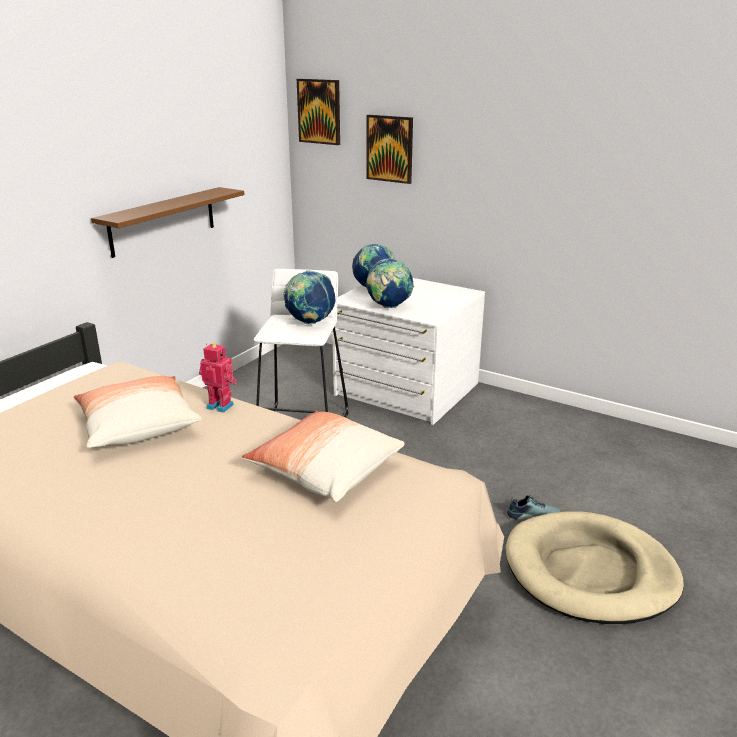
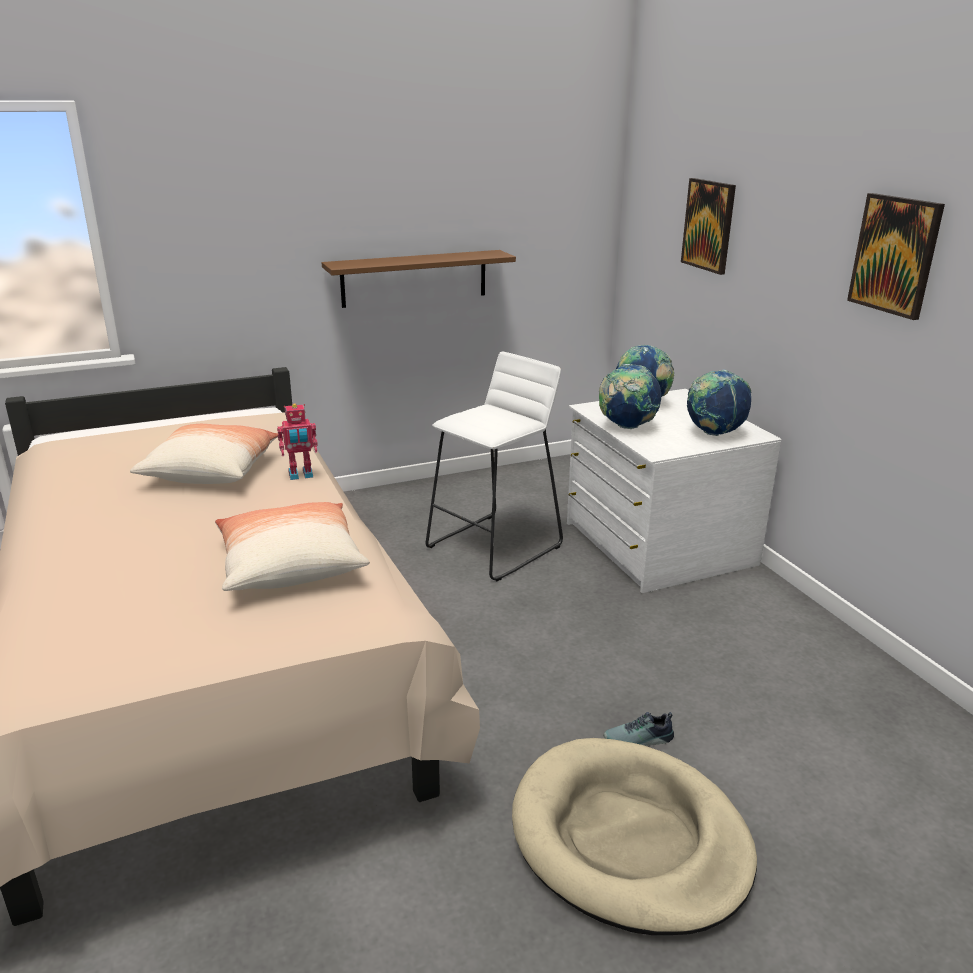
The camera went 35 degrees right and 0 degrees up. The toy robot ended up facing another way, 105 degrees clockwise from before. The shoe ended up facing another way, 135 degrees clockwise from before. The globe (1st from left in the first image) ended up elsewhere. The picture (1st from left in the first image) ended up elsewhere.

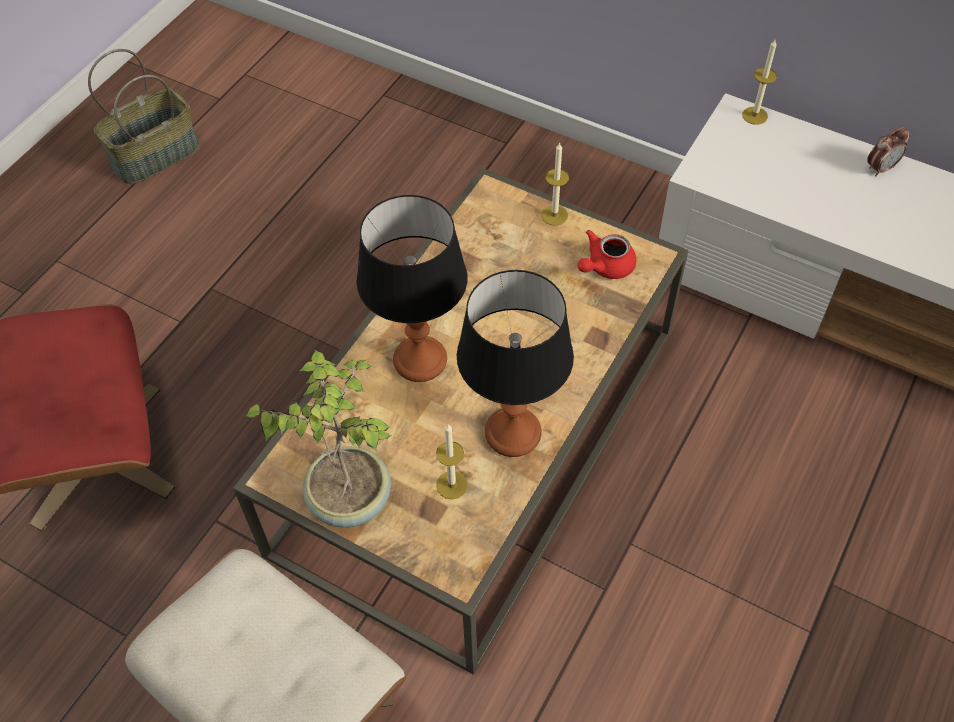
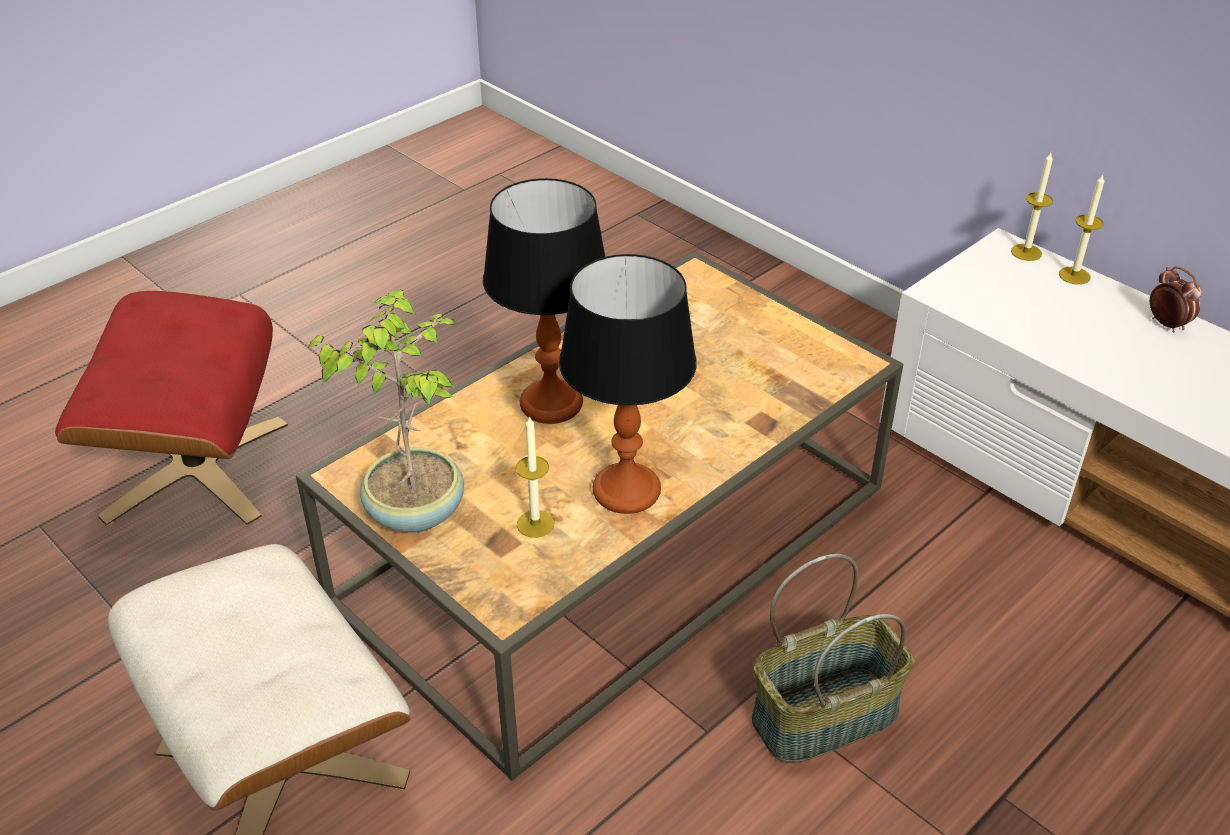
The camera went 15 degrees right and 15 degrees down. The basket ended up elsewhere. The candle (2nd from left in the first image) ended up elsewhere. The alarm clock ended up facing another way, 105 degrees counterclockwise from before. The second view lost the red teapot.

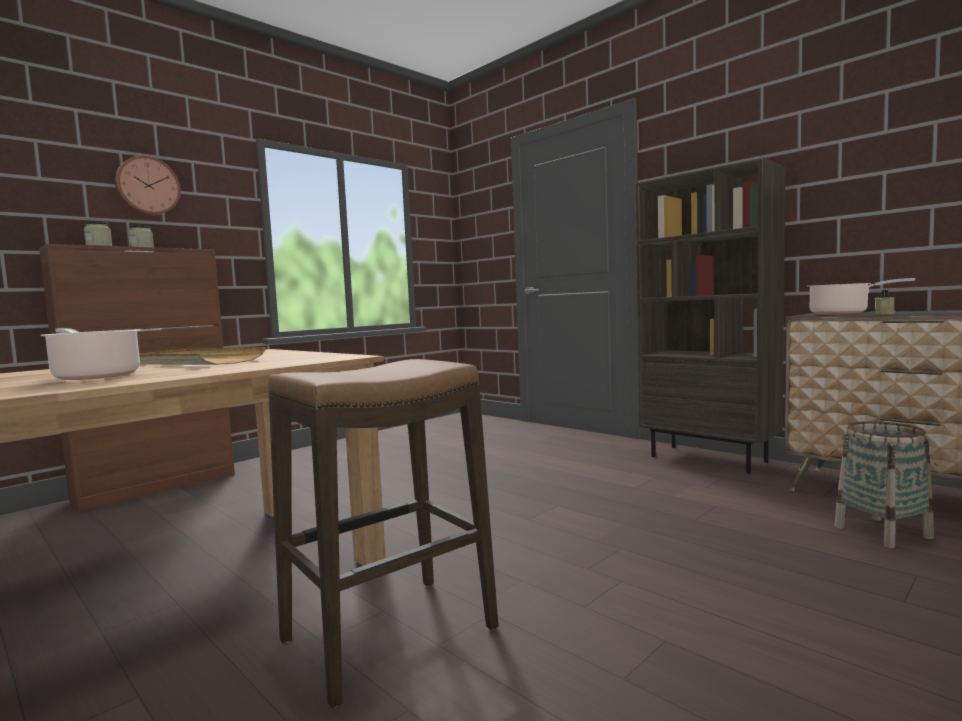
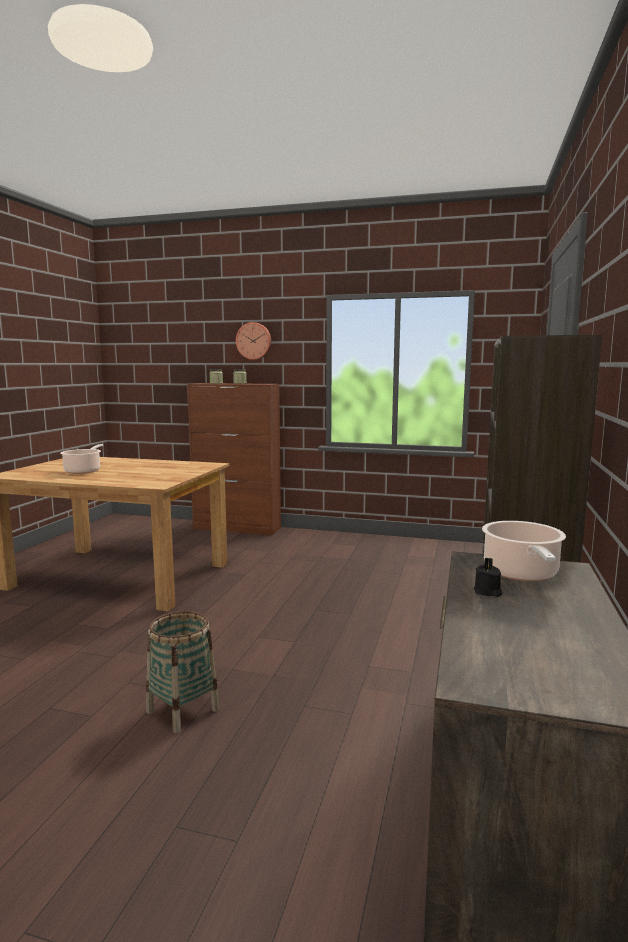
The camera went 60 degrees right and 5 degrees up. The basket ended up elsewhere. What was the beige candle turned into the black candle. The second view lost the beige tray. The second view lost the stool.

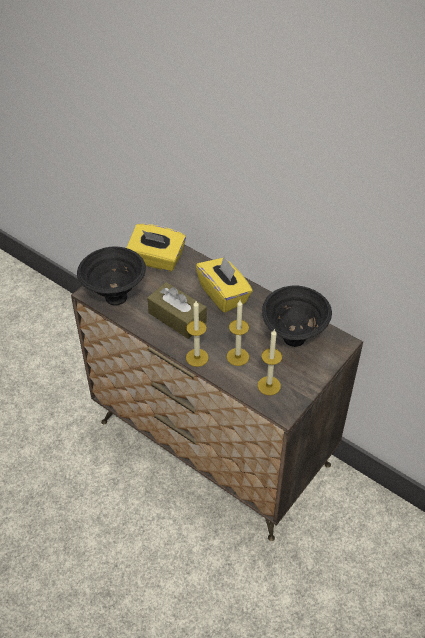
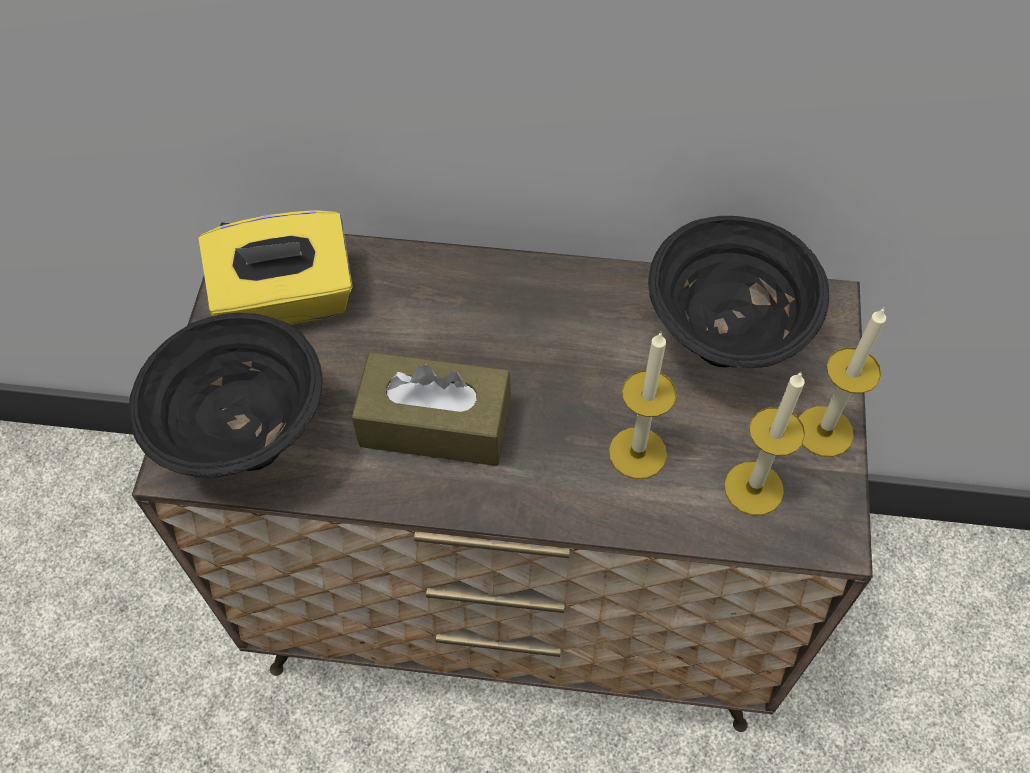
The camera went 30 degrees left and 10 degrees up. The candle (1st from left in the first image) ended up elsewhere. The second view lost the yellow tissue box (2nd from left).

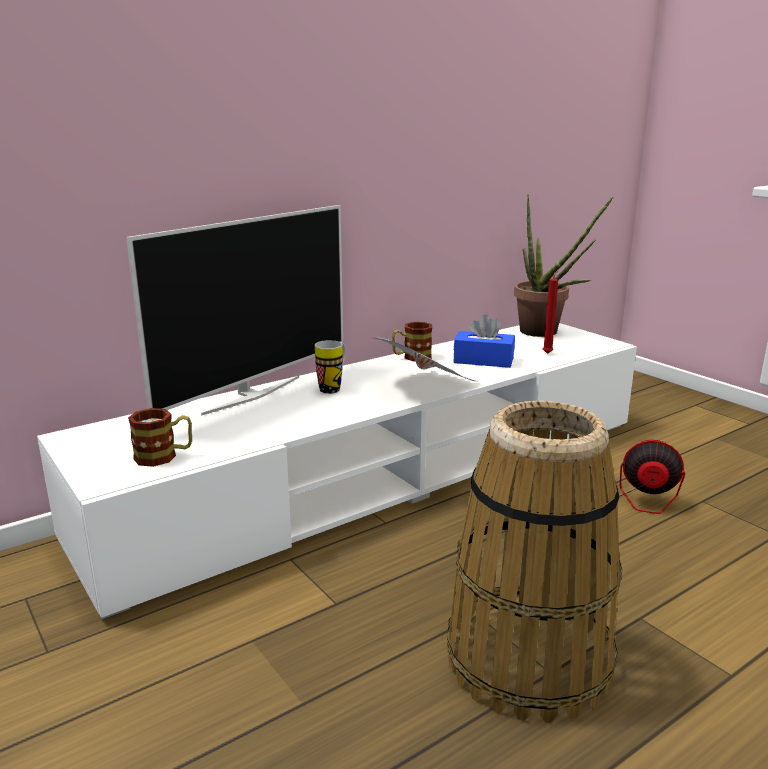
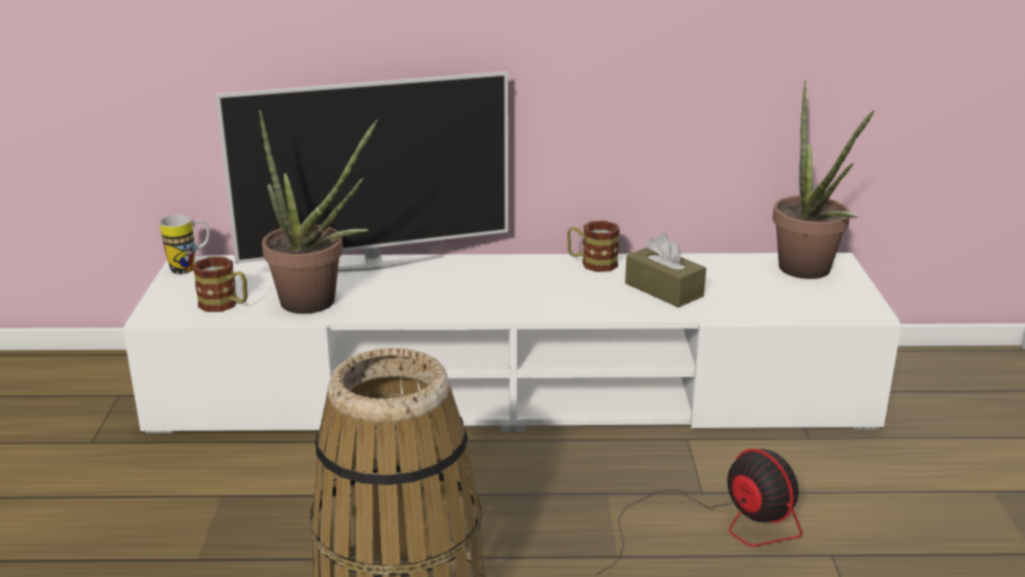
The camera went 35 degrees right and 5 degrees up. The mug (2nd from left in the first image) ended up elsewhere. The second view gained the potted plant (1st from left). What was the blue tissue box turned into the brown tissue box. The second view lost the newspaper. The second view lost the red candle.

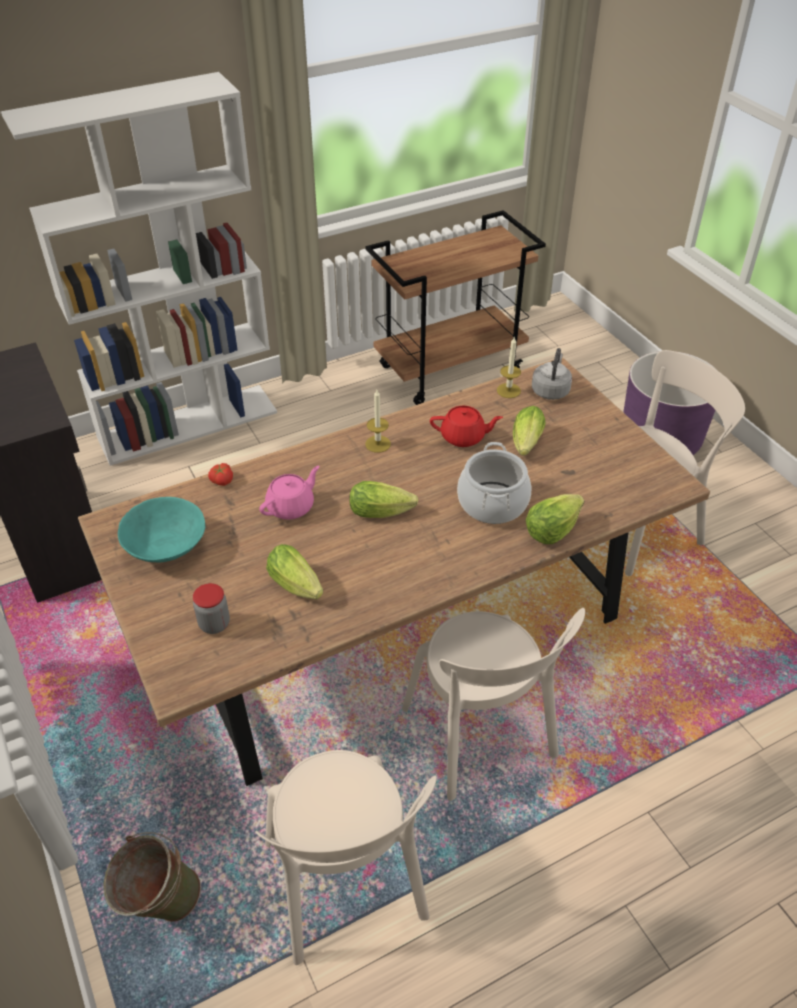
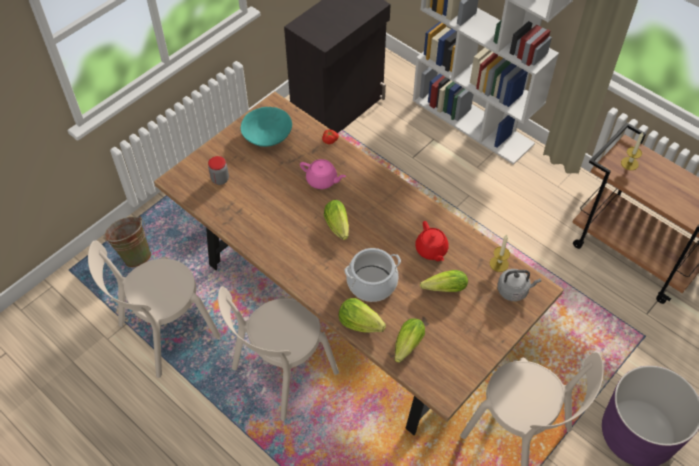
The camera went 70 degrees right and 10 degrees up. The lettuce (1st from left in the first image) ended up elsewhere. The candle (1st from left in the first image) ended up elsewhere.

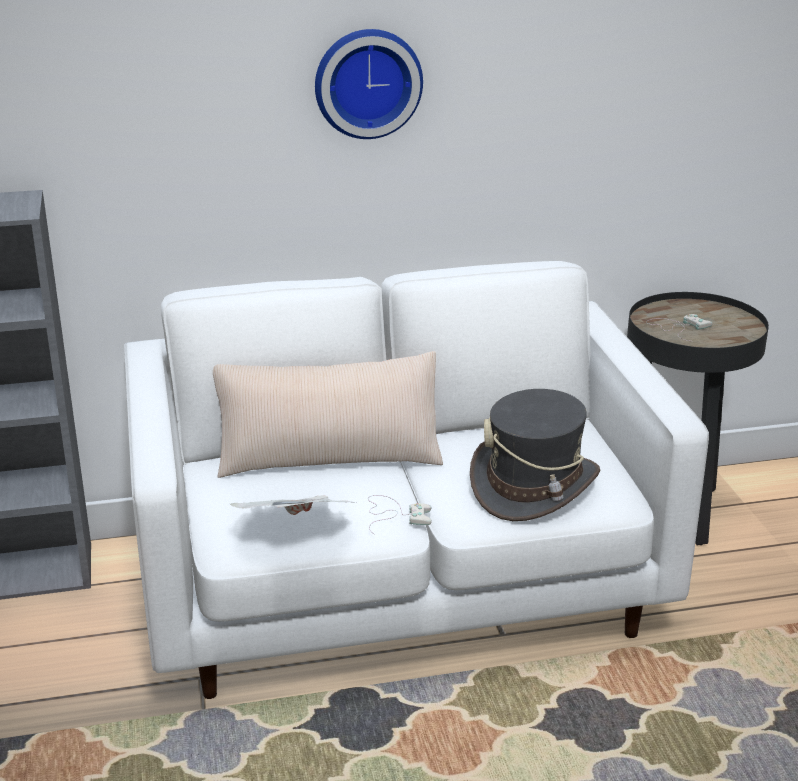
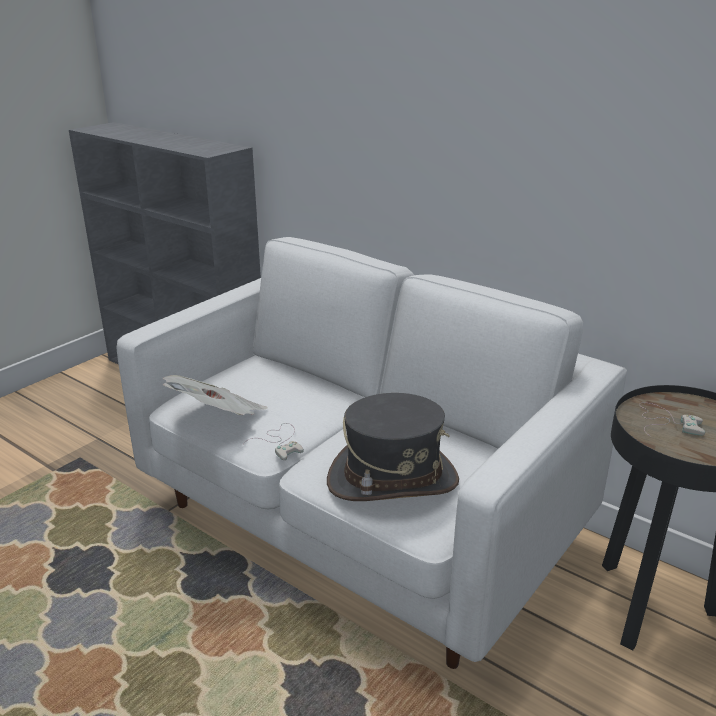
The camera went 50 degrees right and 0 degrees up. The second view lost the beige pillow. The second view lost the wall clock.

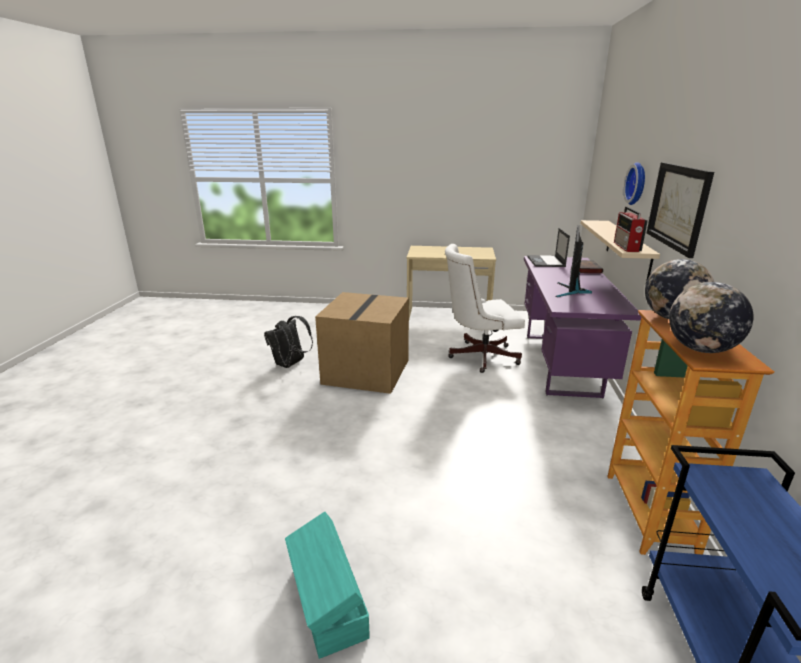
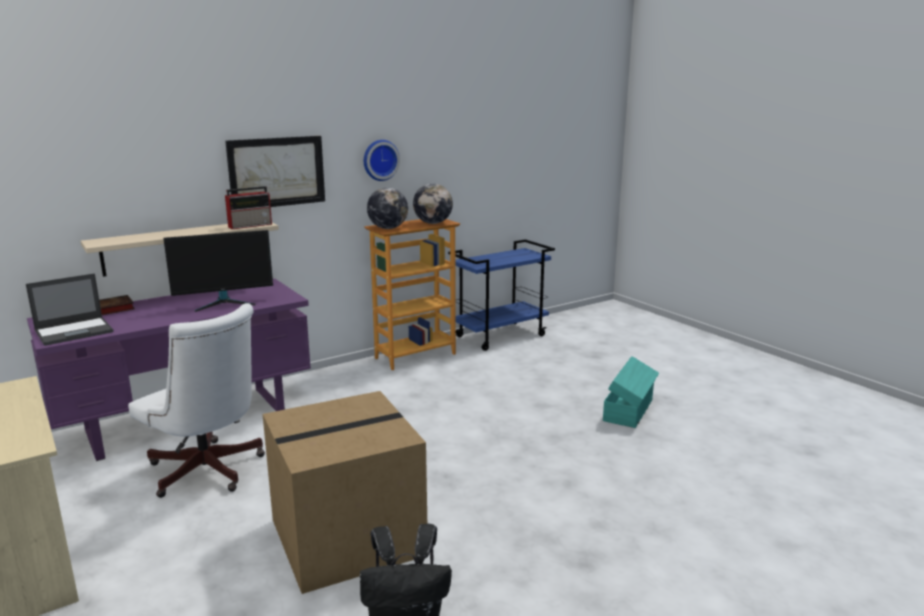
The camera went 130 degrees left and 5 degrees down. The wall clock ended up elsewhere.

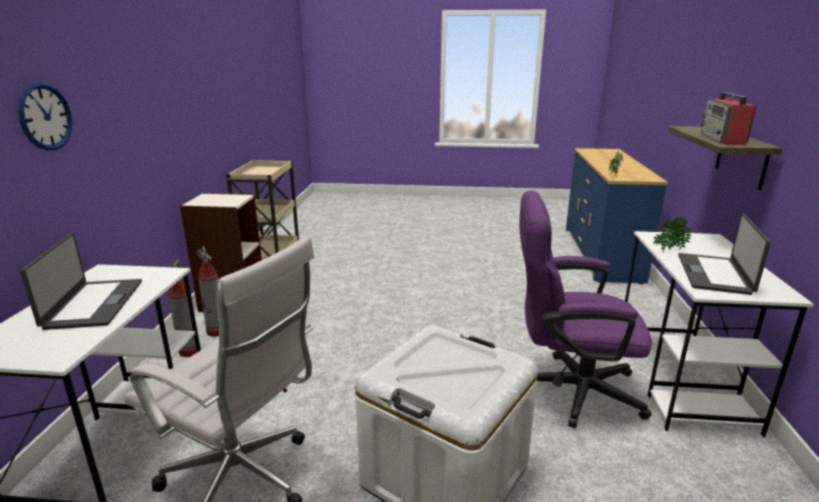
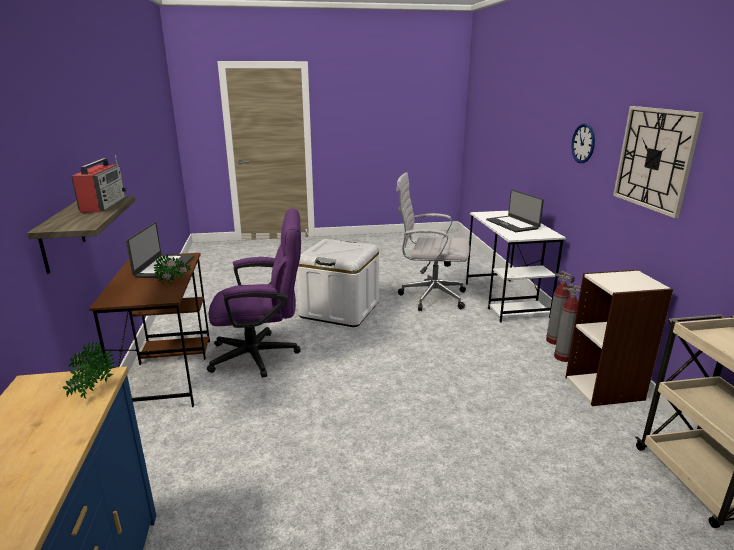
The camera went 165 degrees right and 0 degrees up. What was the white desk (2nd from left) turned into the brown desk. The second view gained the wall clock (2nd from left).

